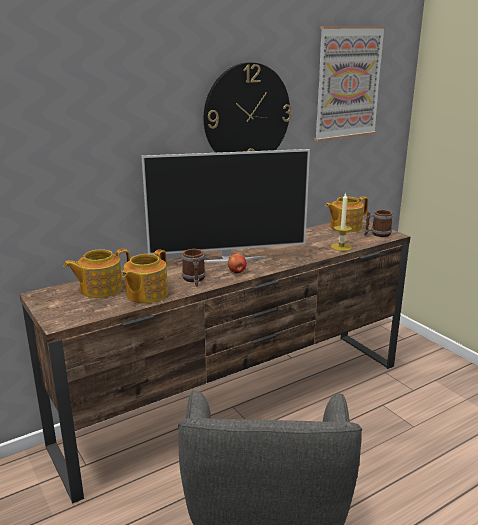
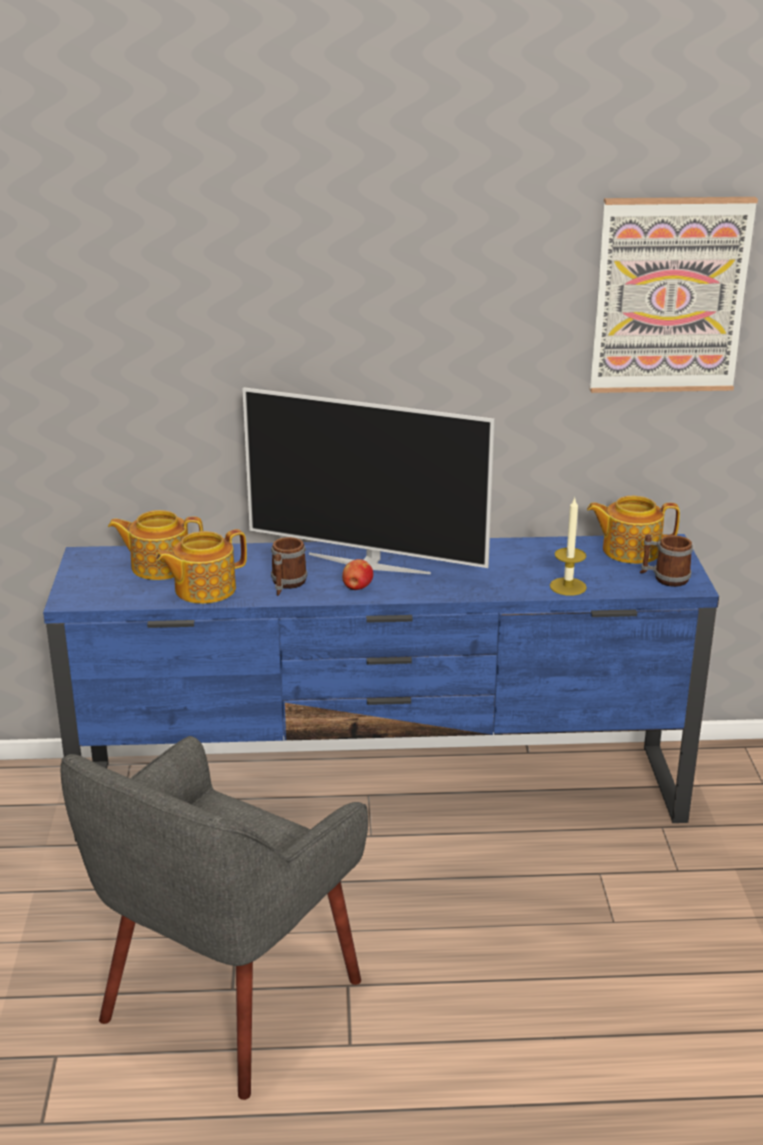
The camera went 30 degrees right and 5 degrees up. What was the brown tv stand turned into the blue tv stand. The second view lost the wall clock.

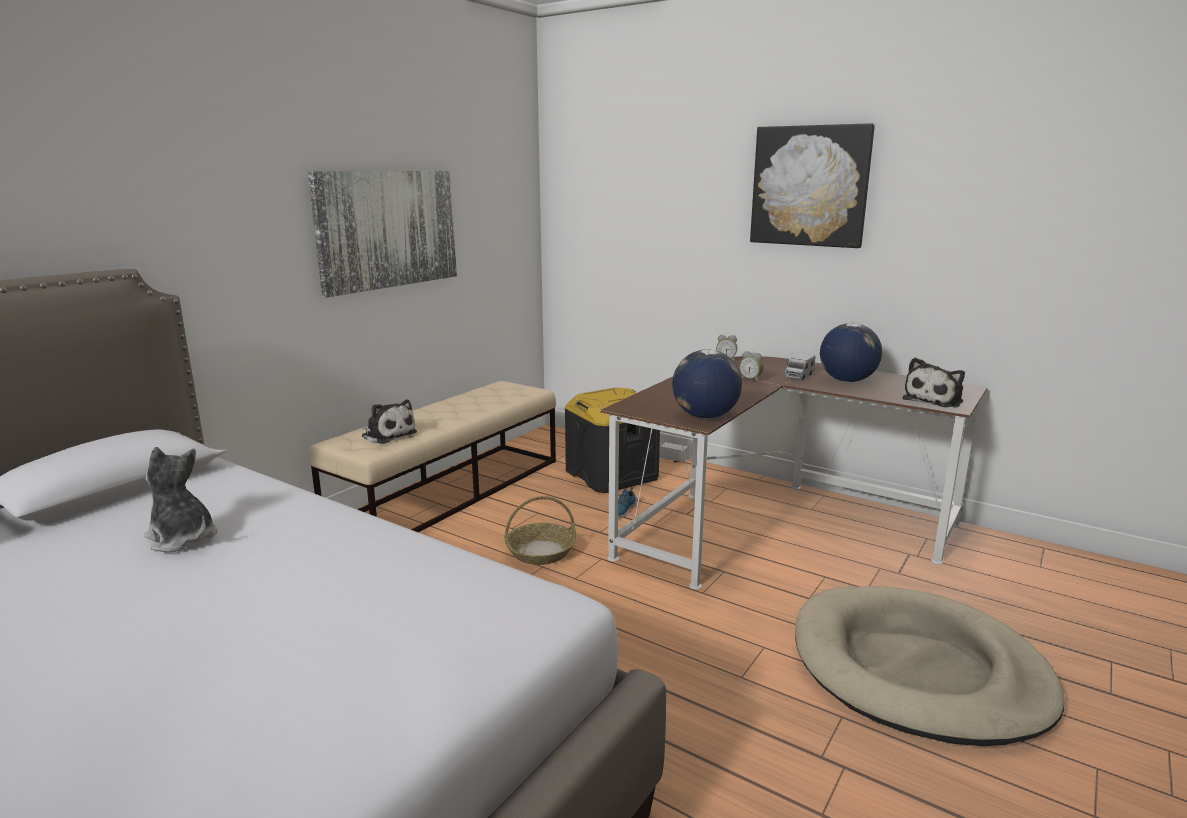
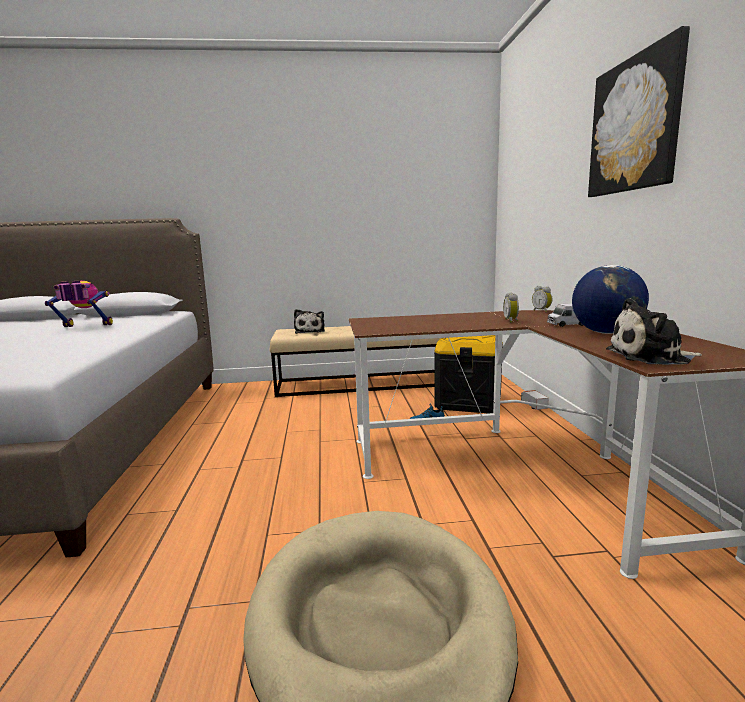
The camera went 50 degrees right and 5 degrees down. Where the plush toy (1st from left) stood, the toy robot came to stand. The second view lost the picture (1st from left). The second view lost the basket. The second view lost the globe (1st from left).

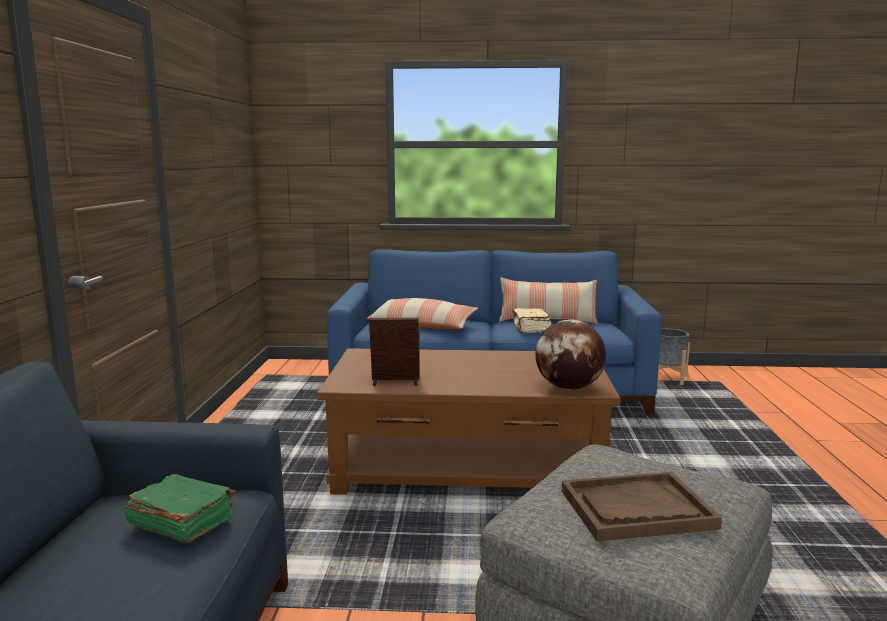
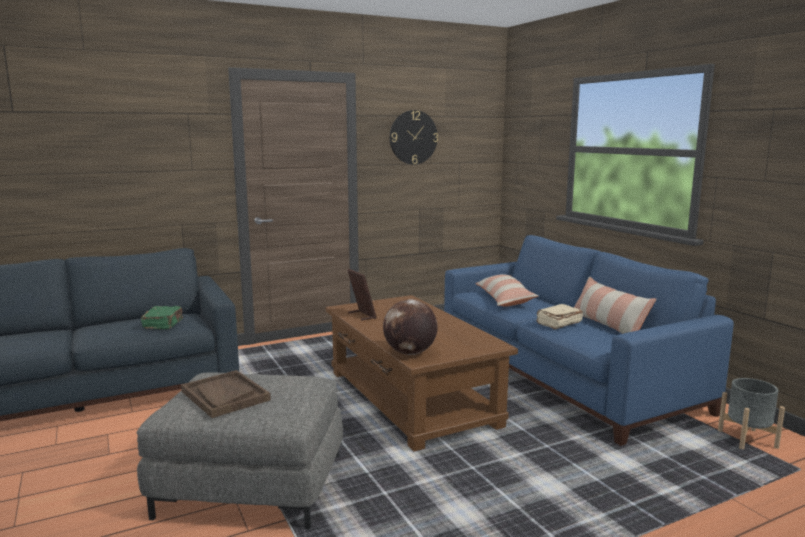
The camera went 60 degrees right and 0 degrees up. The second view gained the wall clock.

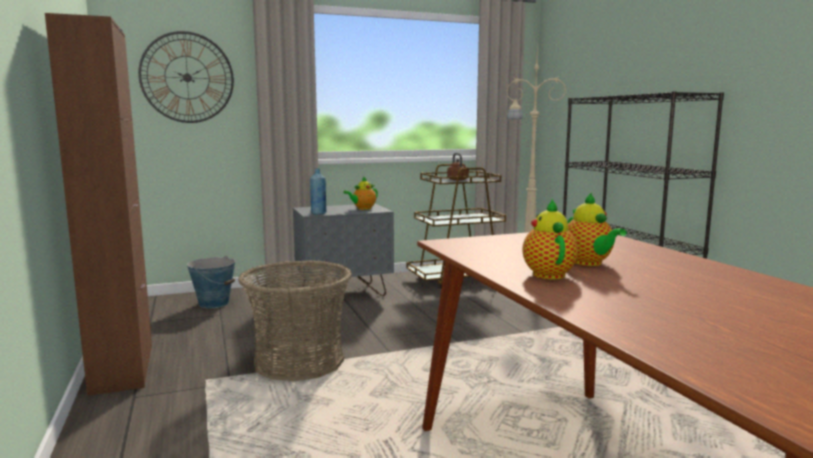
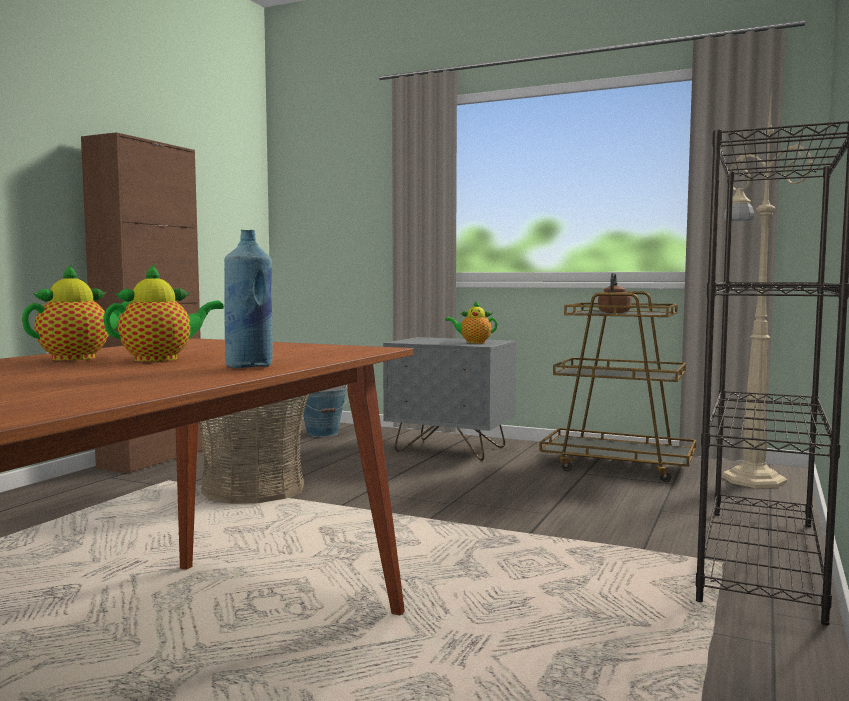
The camera went 45 degrees right and 5 degrees down. The teapot (3rd from left in the first image) ended up facing another way, 150 degrees counterclockwise from before. The blue bottle ended up elsewhere. The second view lost the wall clock.

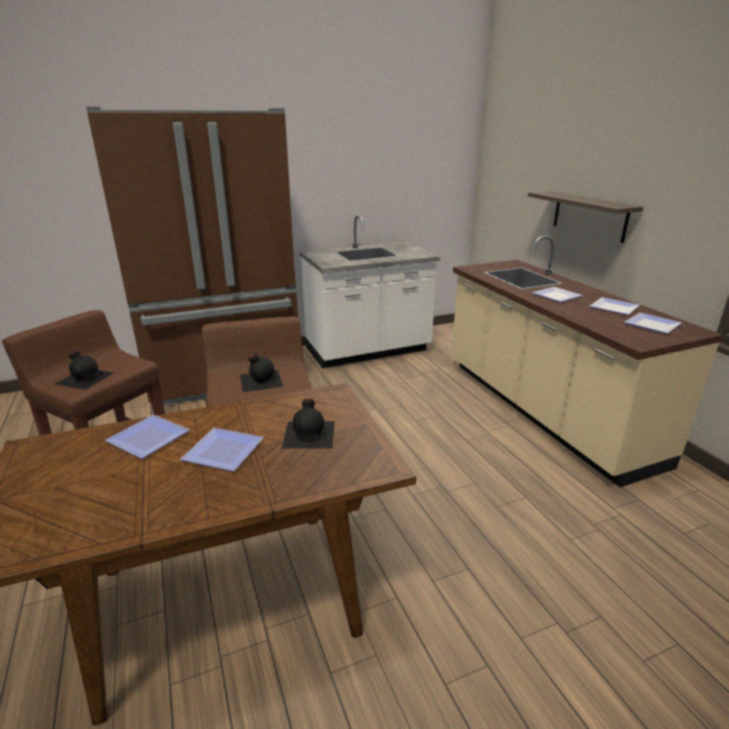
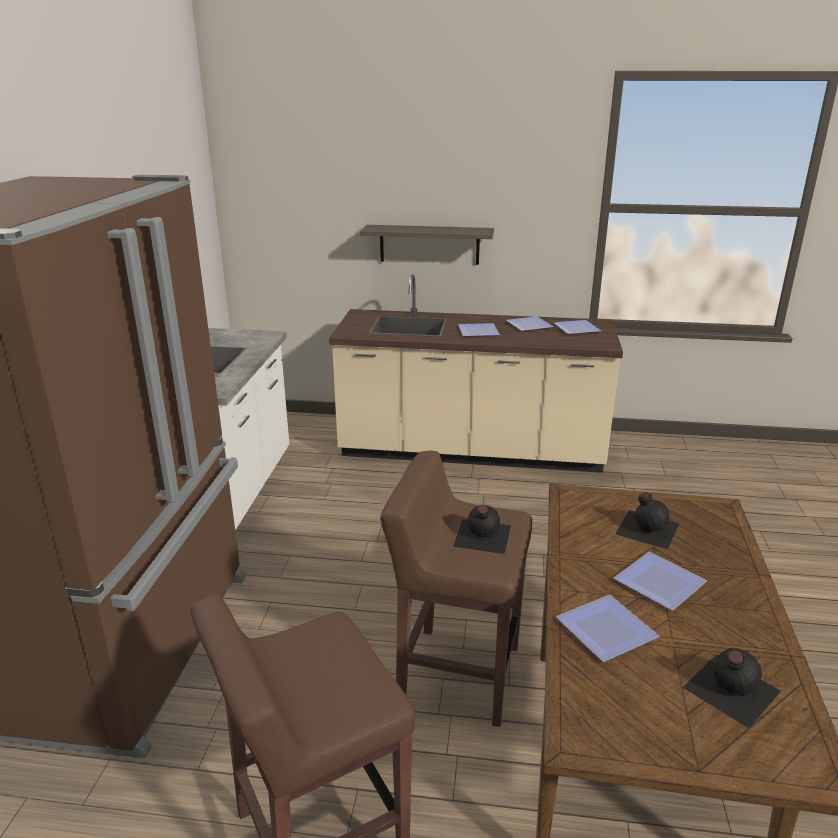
The camera went 60 degrees left and 0 degrees up. The black bottle (1st from left in the first image) ended up elsewhere.

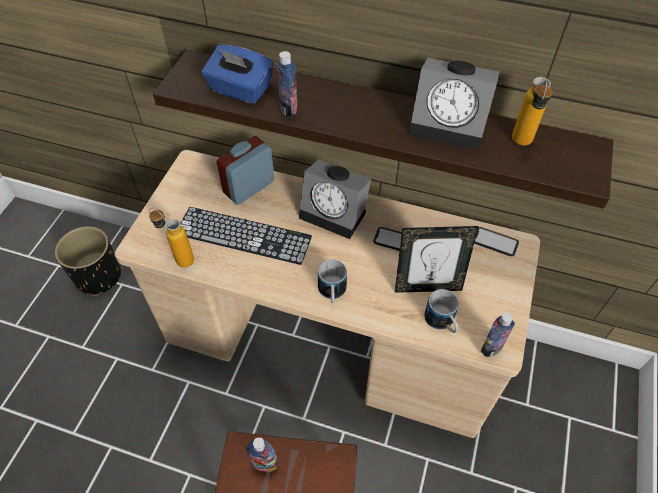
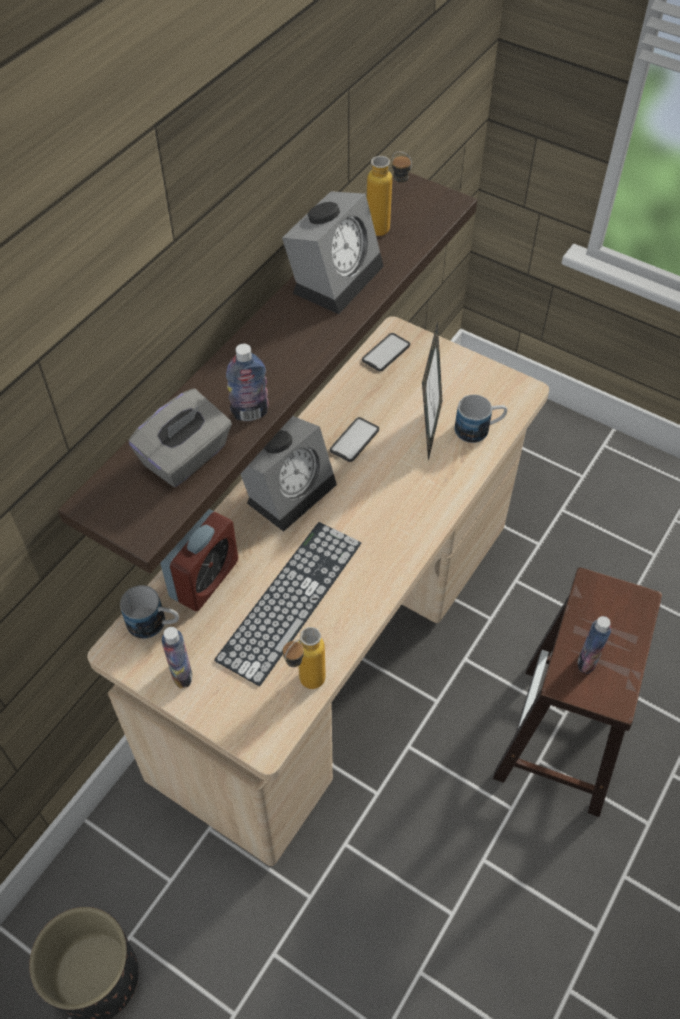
The camera went 75 degrees left and 0 degrees up. The mug (1st from left) ended up elsewhere. What was the blue tissue box turned into the grey tissue box. The alarm clock (1st from left) ended up facing another way, 120 degrees counterclockwise from before. The bottle (4th from left in the first image) ended up elsewhere.

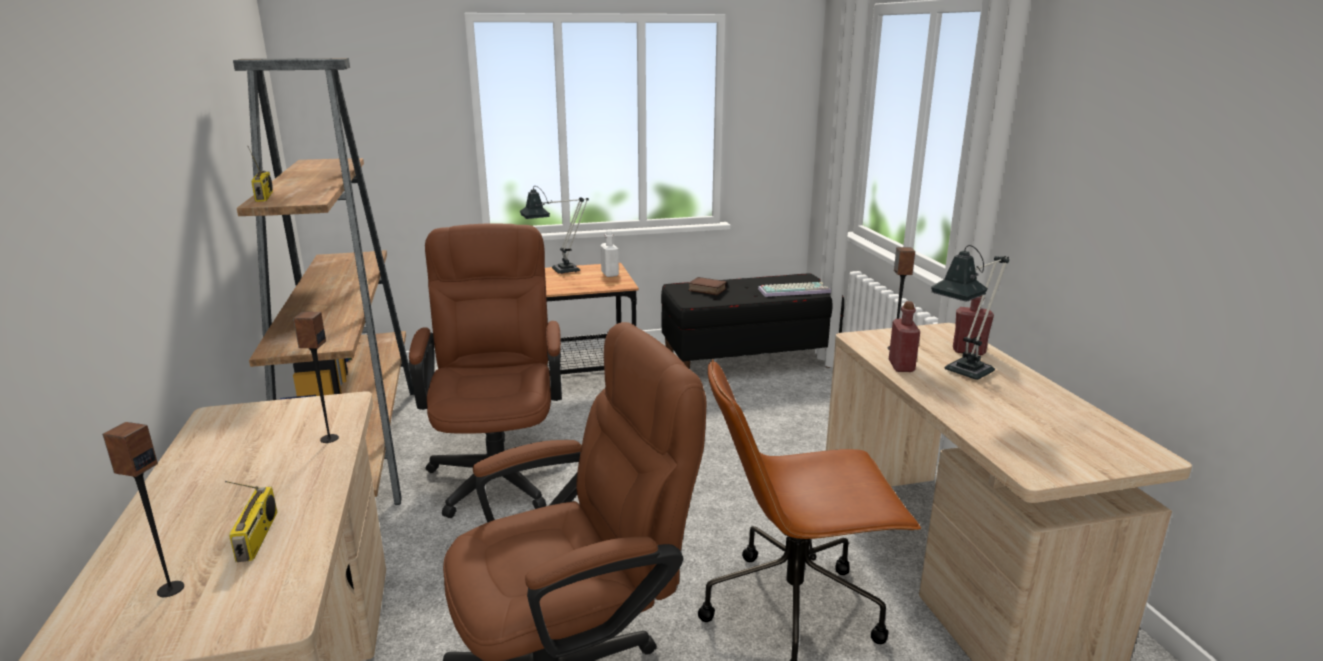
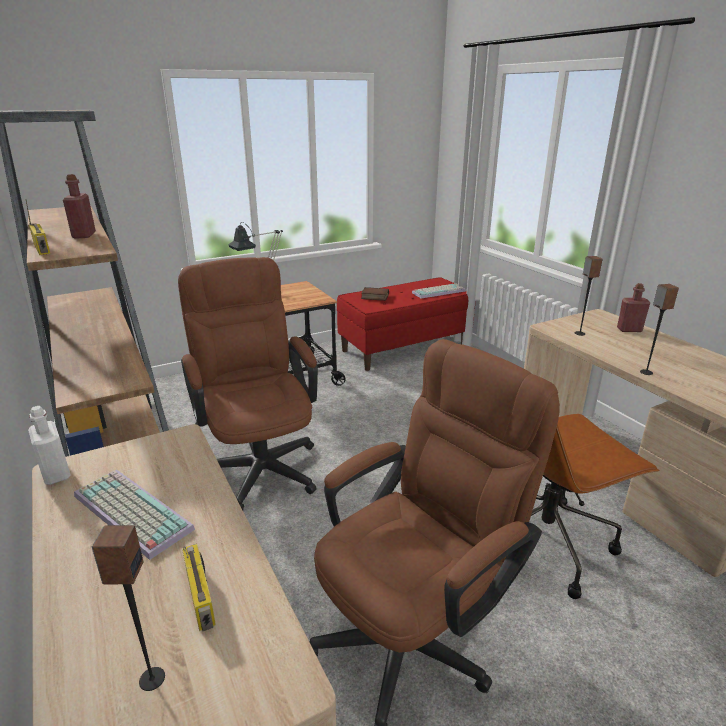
The camera went 15 degrees left and 5 degrees up. The white bottle ended up elsewhere. The red bottle (1st from left) ended up elsewhere. The second view gained the keyboard (1st from left). What was the black bench turned into the red bench. The speaker (2nd from left in the first image) ended up elsewhere. The second view lost the table lamp (2nd from left).

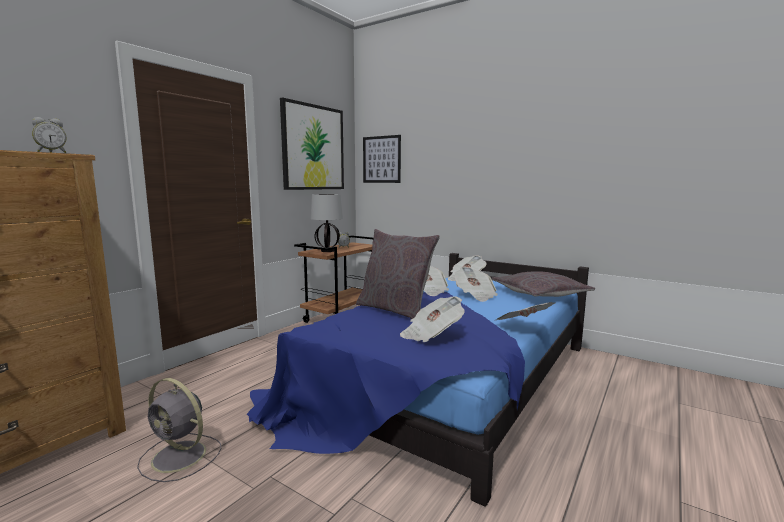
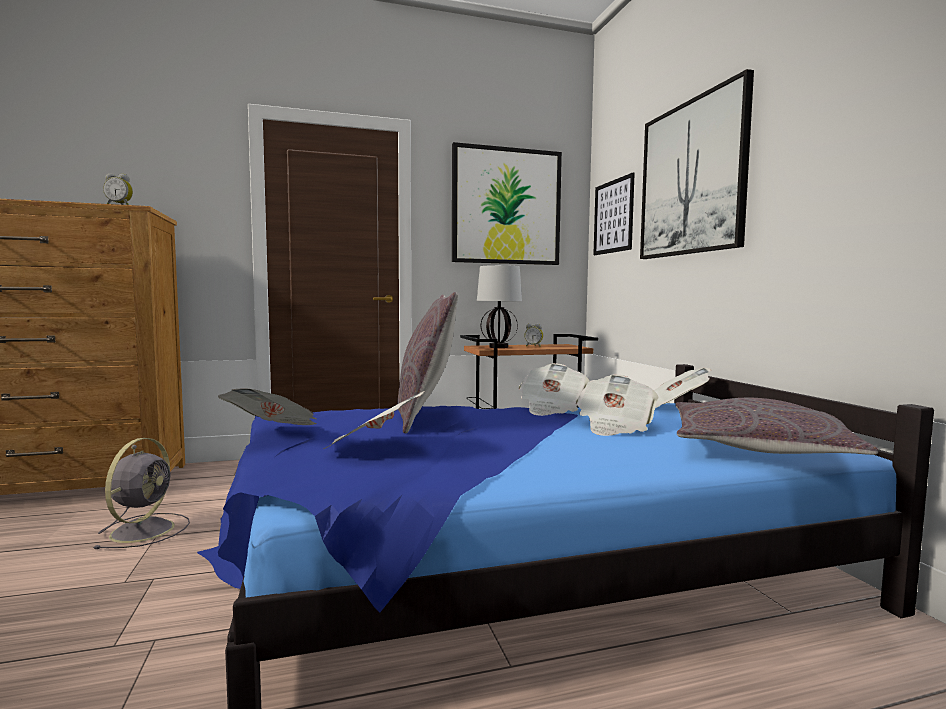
The camera went 40 degrees right and 5 degrees down. The grey fan ended up facing another way, 150 degrees counterclockwise from before. The newspaper (5th from left in the first image) ended up elsewhere. The second view gained the picture (3rd from left).

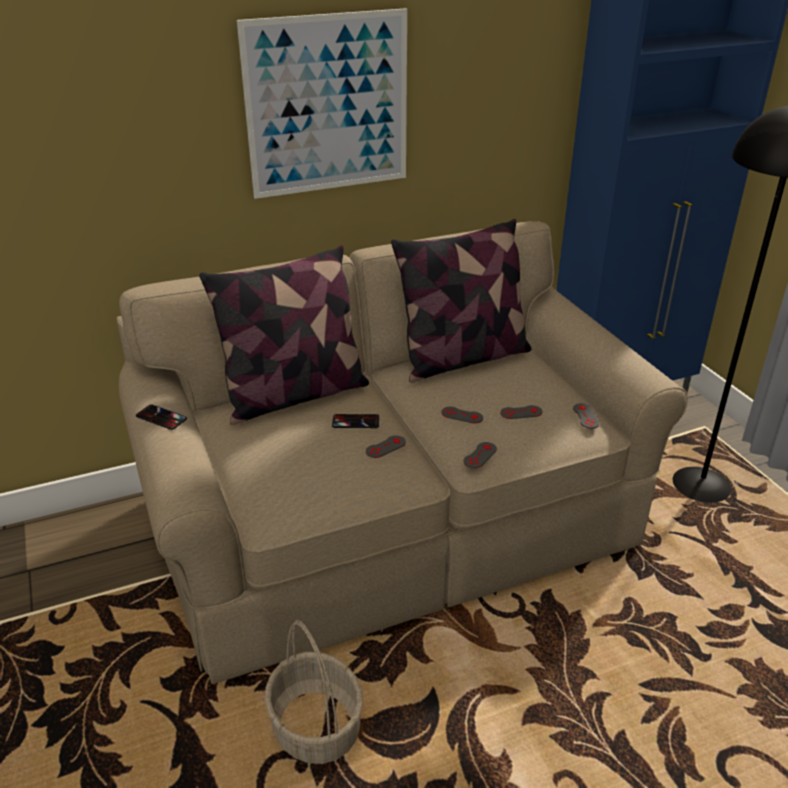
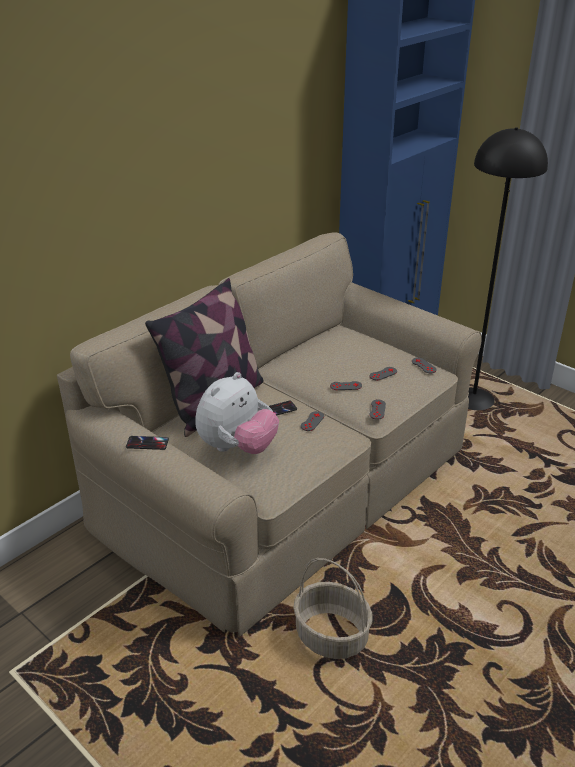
The camera went 25 degrees left and 0 degrees up. The second view gained the plush toy. The second view lost the picture. The second view lost the pillow (2nd from left).

